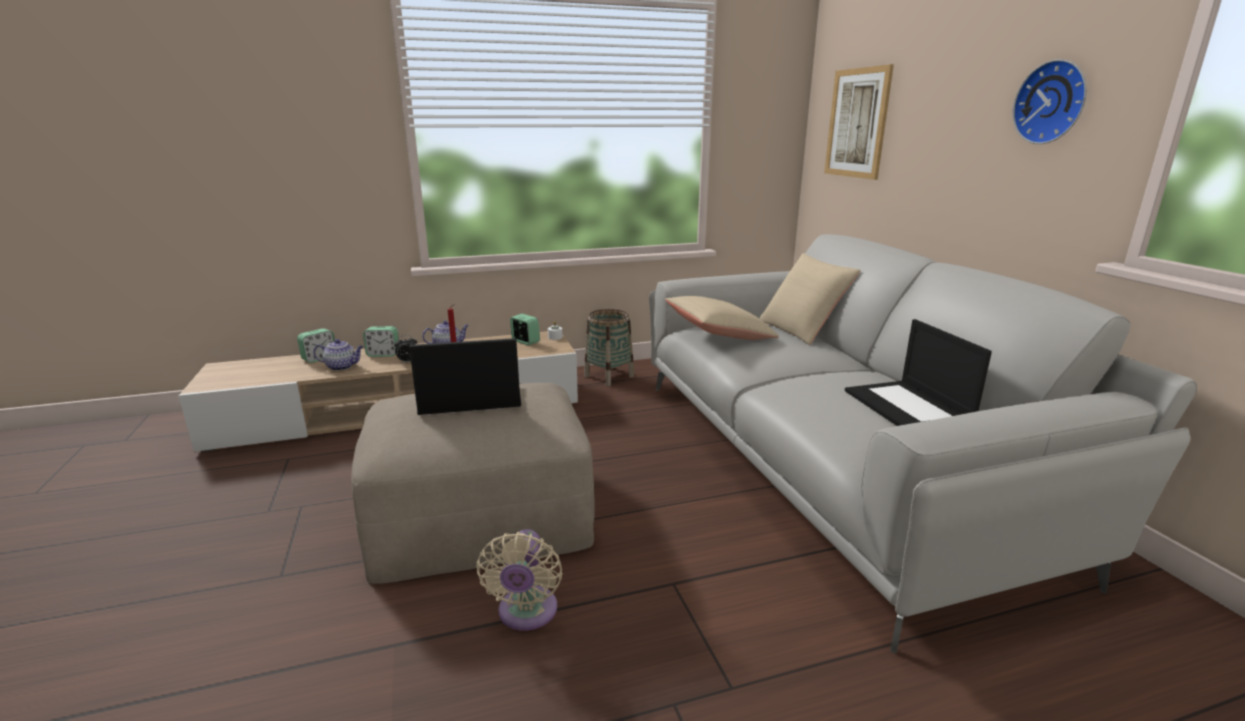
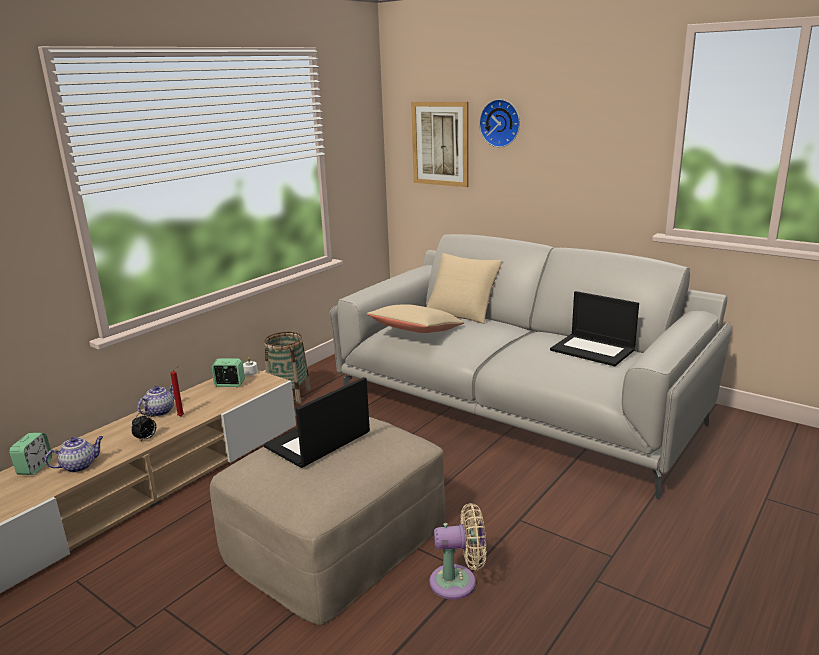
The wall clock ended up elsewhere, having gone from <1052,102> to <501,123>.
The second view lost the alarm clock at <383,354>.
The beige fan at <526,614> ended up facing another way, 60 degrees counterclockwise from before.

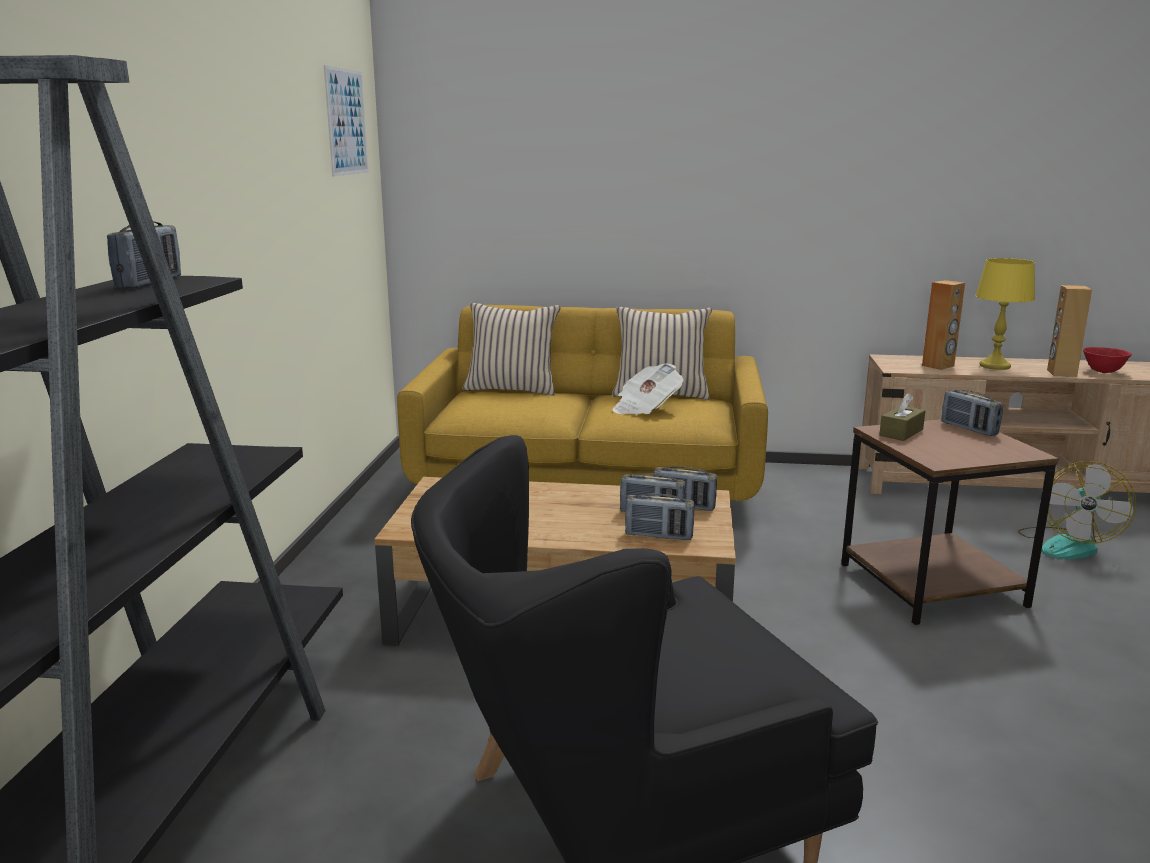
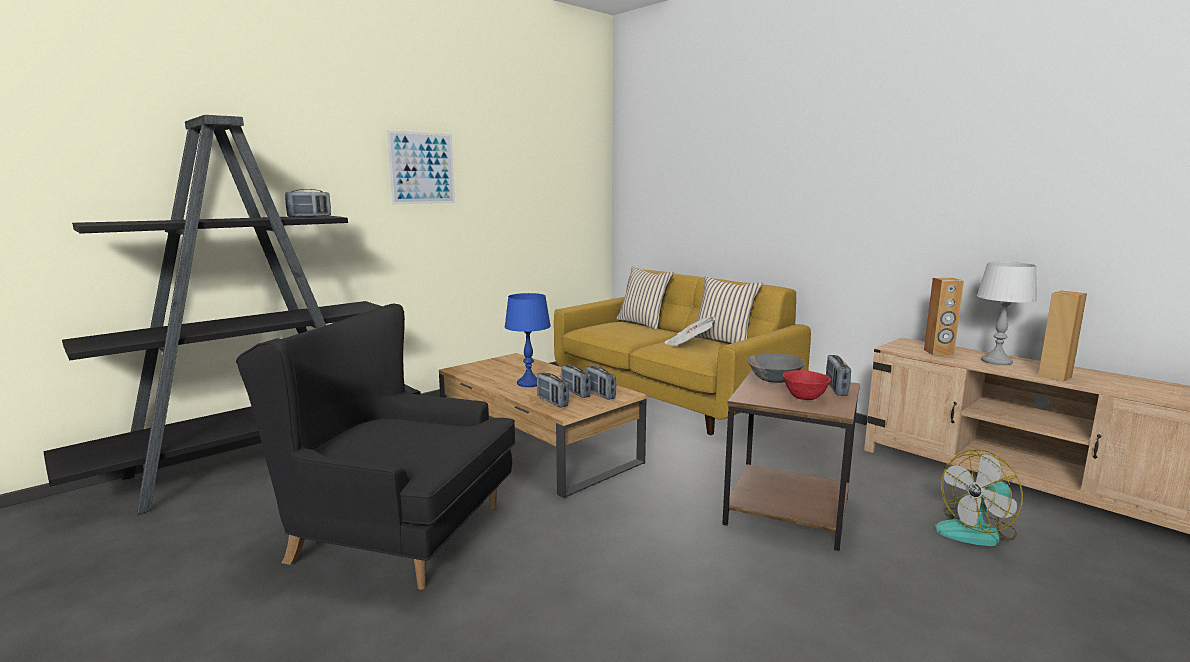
The picture ended up elsewhere, having gone from <346,122> to <422,168>.
What was the yellow table lamp at <995,366> turned into the grey table lamp at <997,361>.
The red bowl ended up elsewhere, having gone from <1102,372> to <804,398>.
Where the brown tissue box stood at <901,432>, the grey bowl came to stand at <774,379>.
The second view gained the blue table lamp at <529,383>.

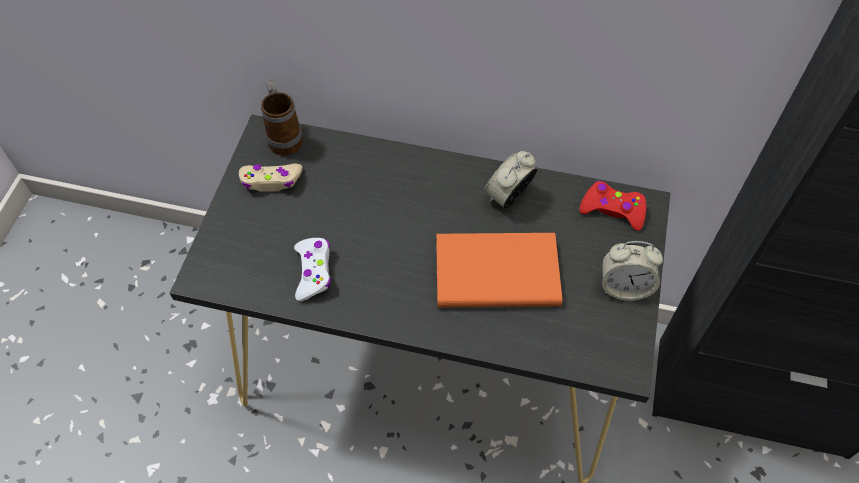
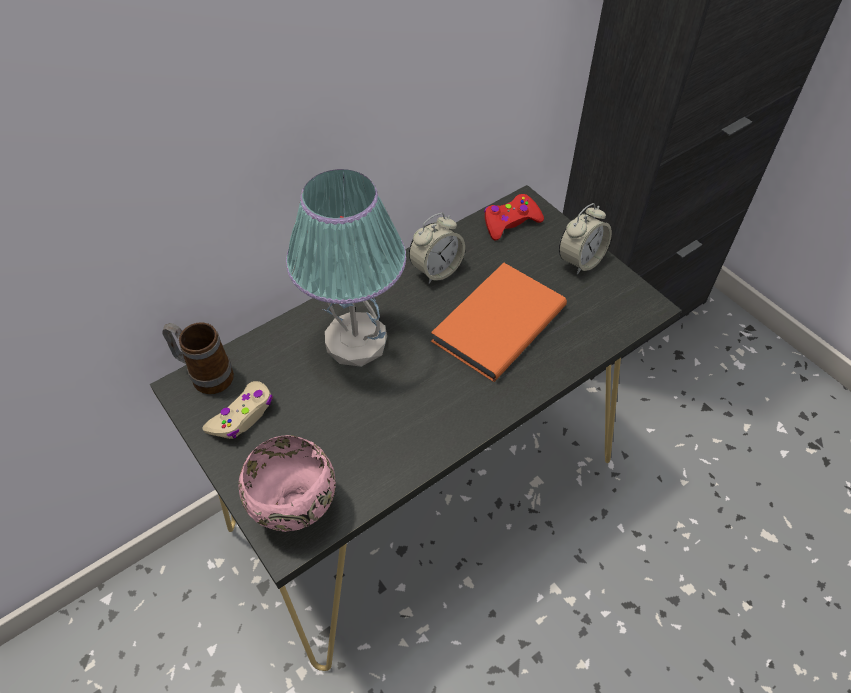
The alarm clock at <508,196> ended up facing another way, 120 degrees counterclockwise from before.
The second view lost the white game controller at <313,271>.
The second view gained the table lamp at <357,341>.
The second view gained the pink bowl at <294,508>.

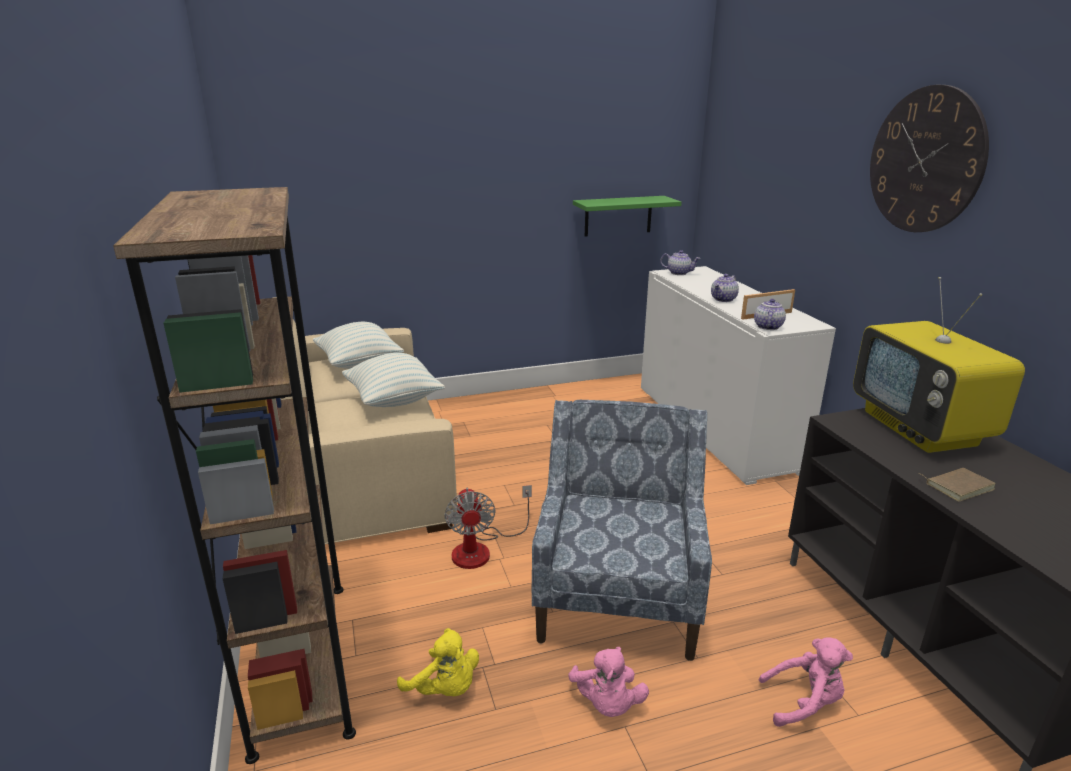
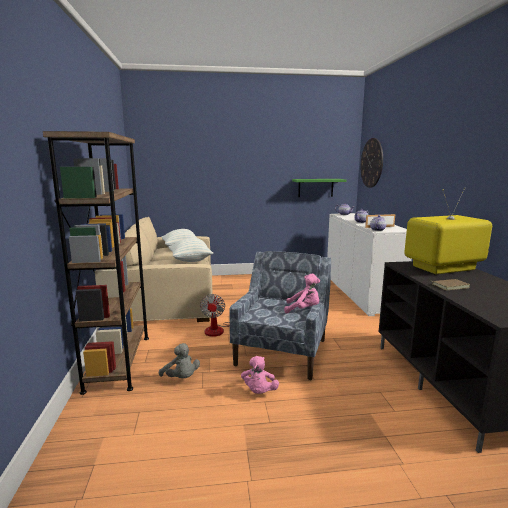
The wall clock ended up elsewhere, having gone from <925,160> to <371,163>.
The television at <921,429> ended up facing another way, 75 degrees clockwise from before.
What was the yellow plush toy at <445,689> turned into the grey plush toy at <181,378>.
The pink plush toy ended up elsewhere, having gone from <804,703> to <303,309>.

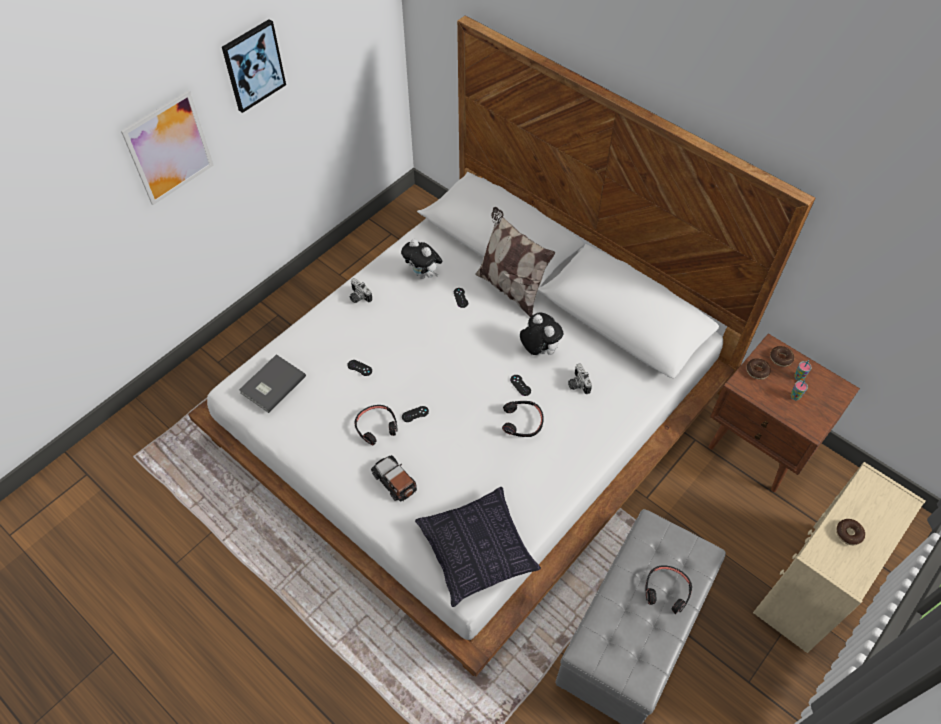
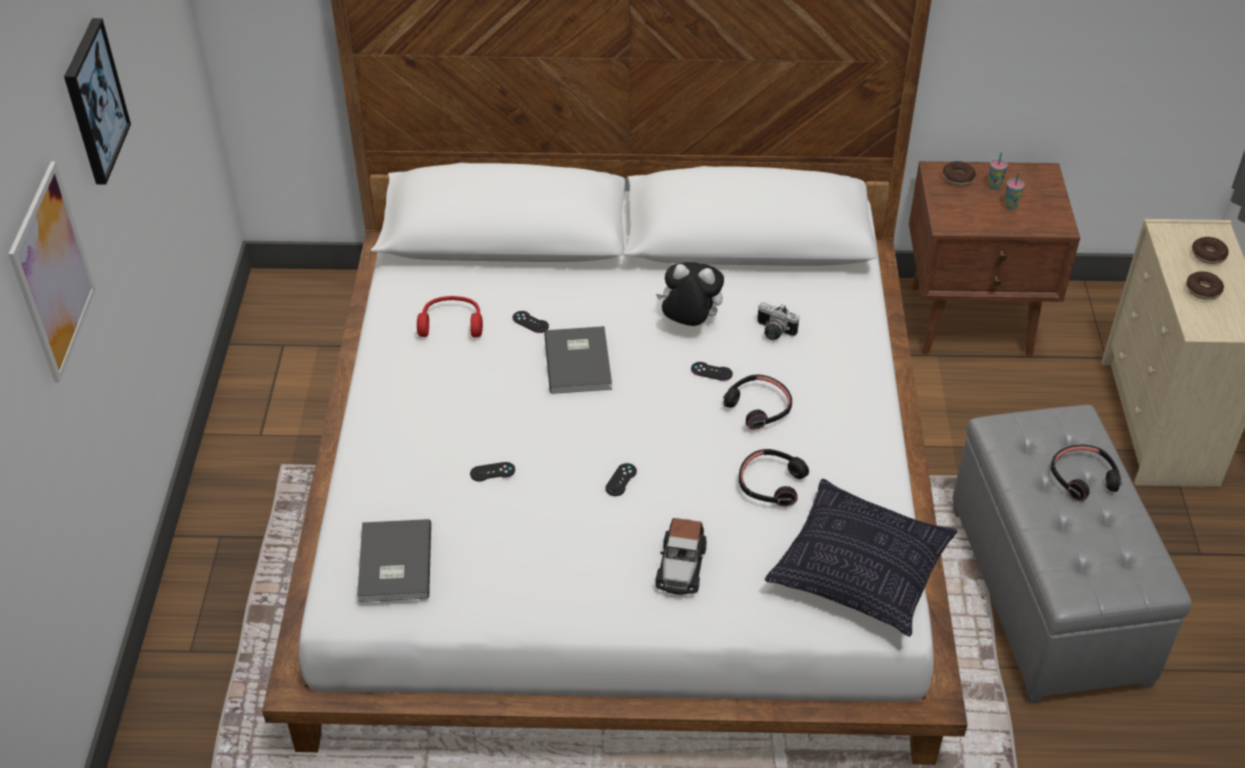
The second view lost the pillow at <510,288>.
Where the plush toy stood at <423,274>, the red headphones came to stand at <451,323>.
The second view lost the photo camera at <358,297>.
The donut ended up elsewhere, having gone from <757,371> to <1208,255>.
The black headphones ended up elsewhere, having gone from <376,427> to <771,483>.
The toy car at <394,481> ended up facing another way, 90 degrees counterclockwise from before.
The second view gained the grey book at <580,361>.

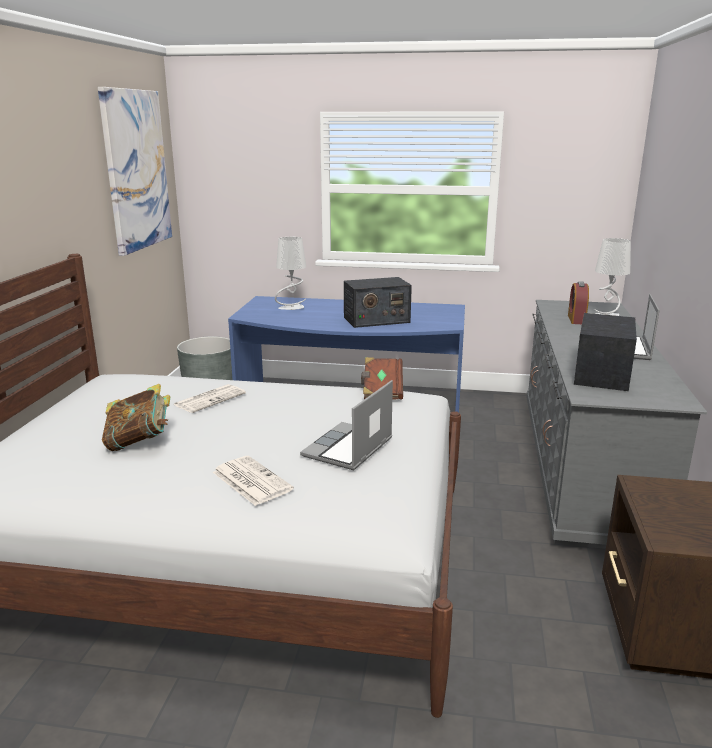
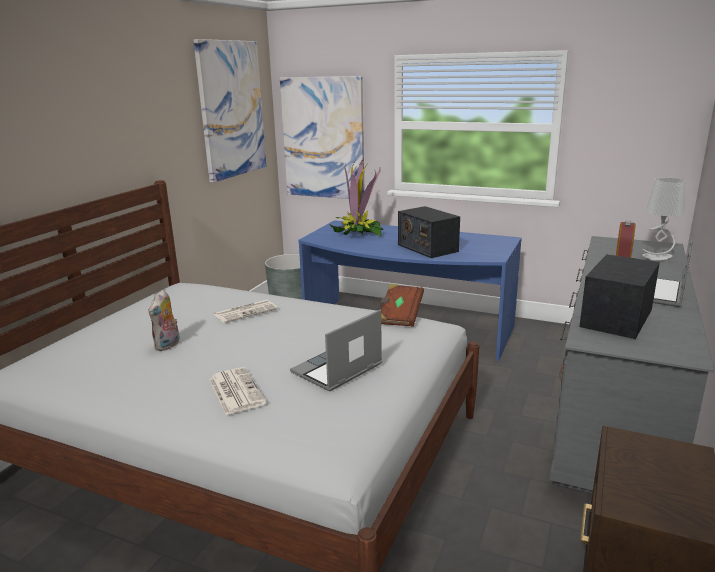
Where the grey table lamp stood at <291,308>, the potted plant came to stand at <358,233>.
The radio at <376,320> ended up facing another way, 60 degrees clockwise from before.
Where the book stood at <140,442>, the plush toy came to stand at <168,345>.
The second view gained the picture at <323,138>.

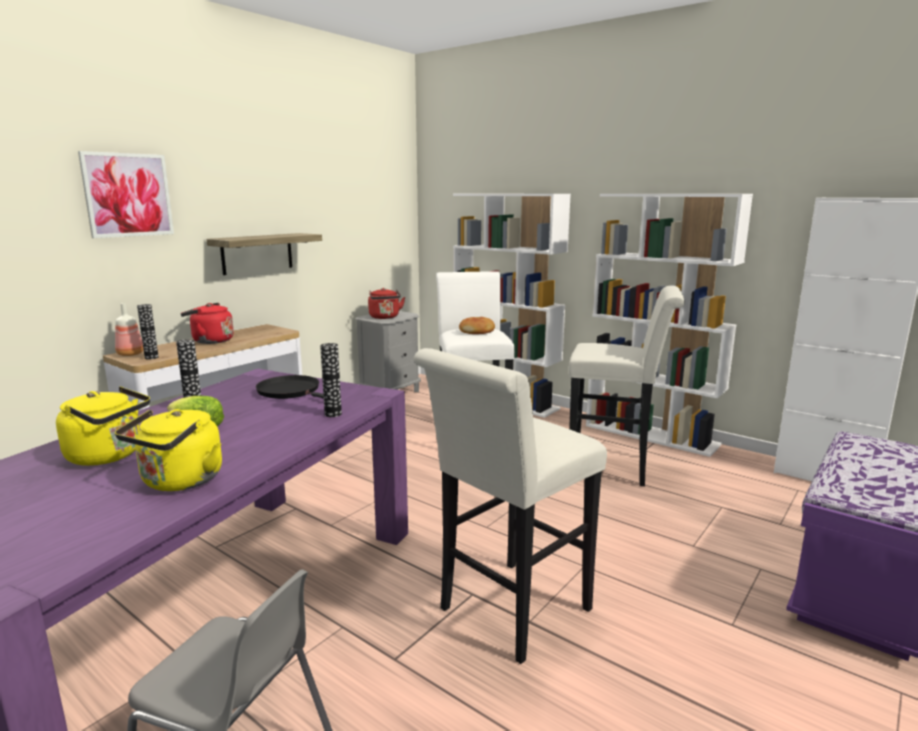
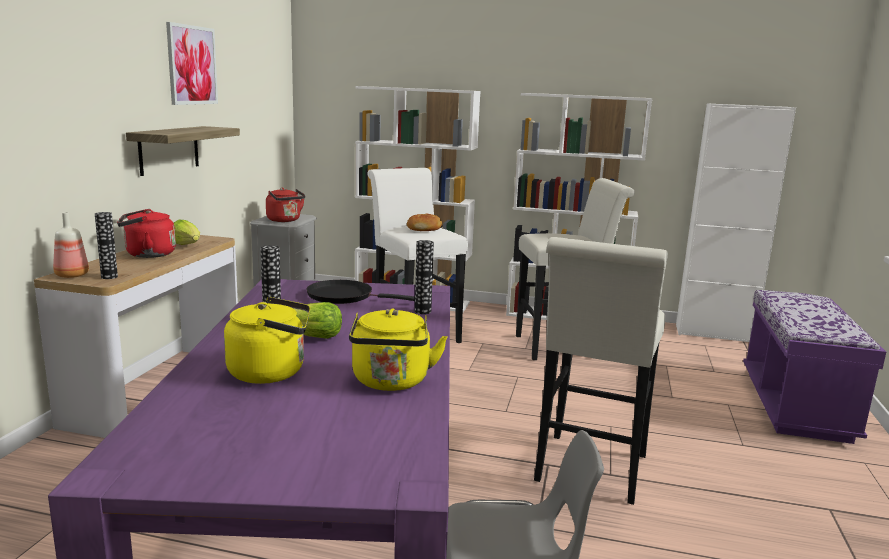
The picture ended up elsewhere, having gone from <128,195> to <192,65>.
The second view gained the lettuce at <187,245>.

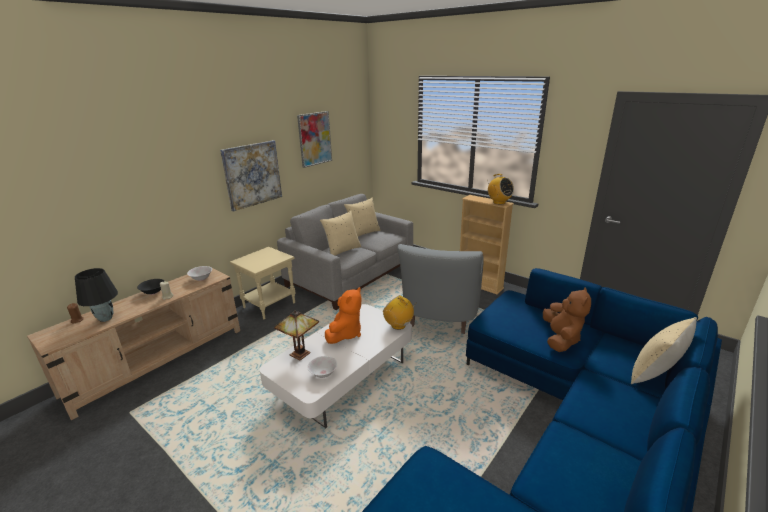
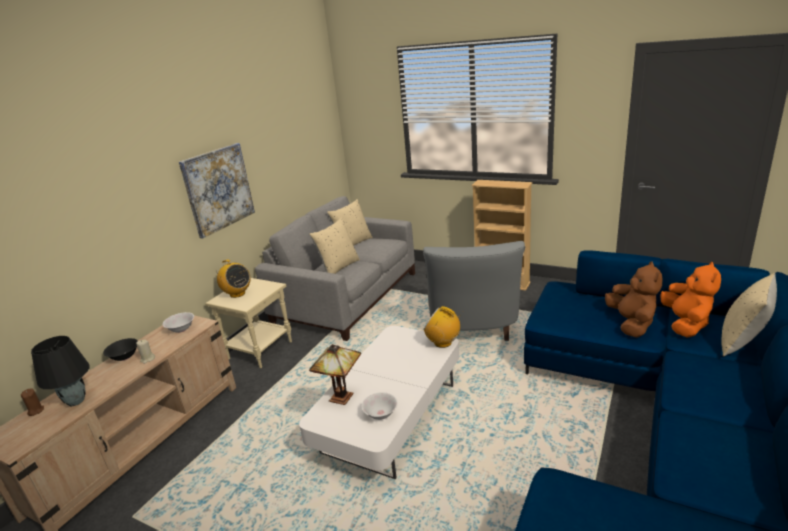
The second view lost the picture at <314,139>.
The radio ended up elsewhere, having gone from <499,202> to <237,294>.
The orange plush toy ended up elsewhere, having gone from <345,334> to <685,324>.

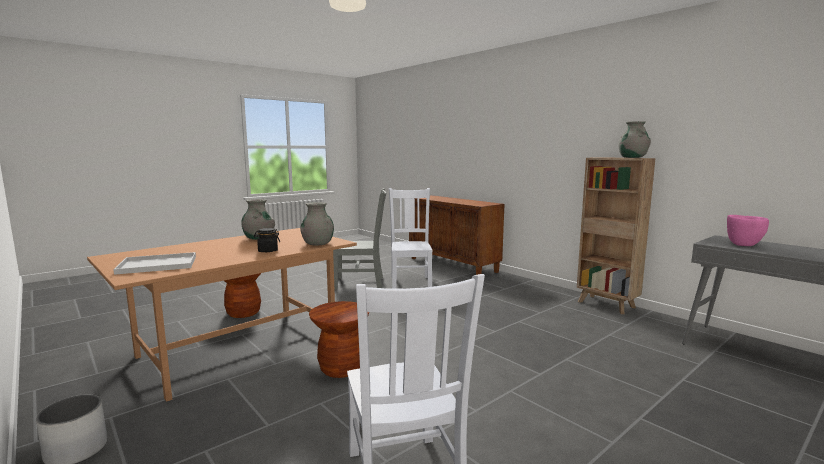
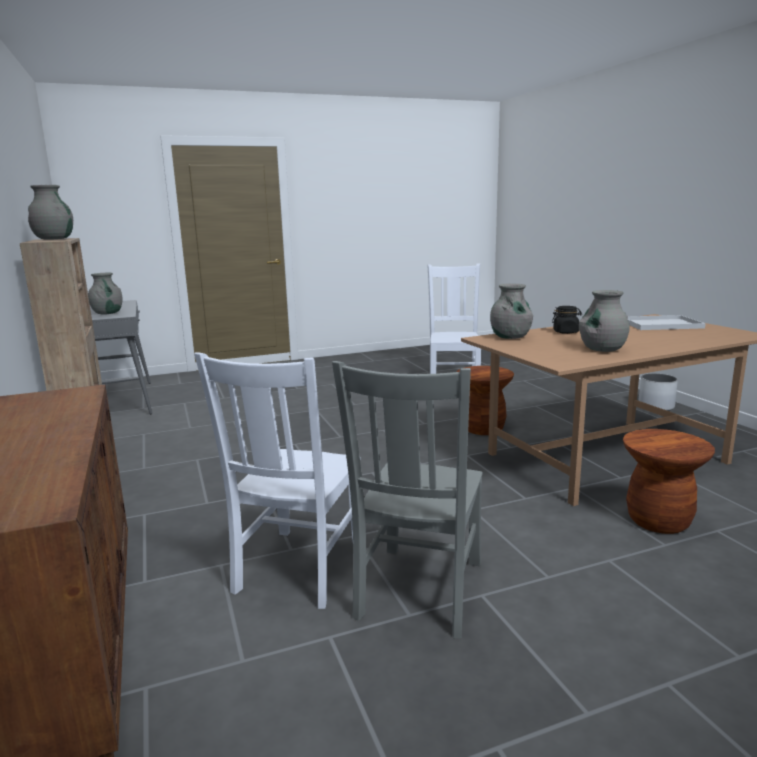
The grey chair at <361,283> ended up facing another way, 90 degrees counterclockwise from before.
Where the pink bowl stood at <743,245>, the grey vase came to stand at <107,313>.

